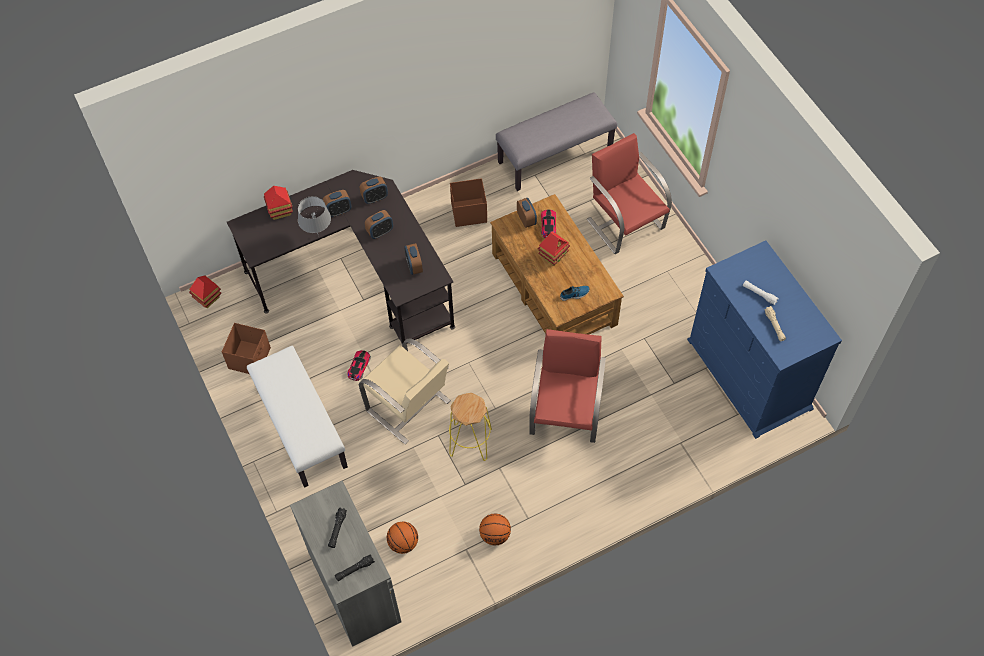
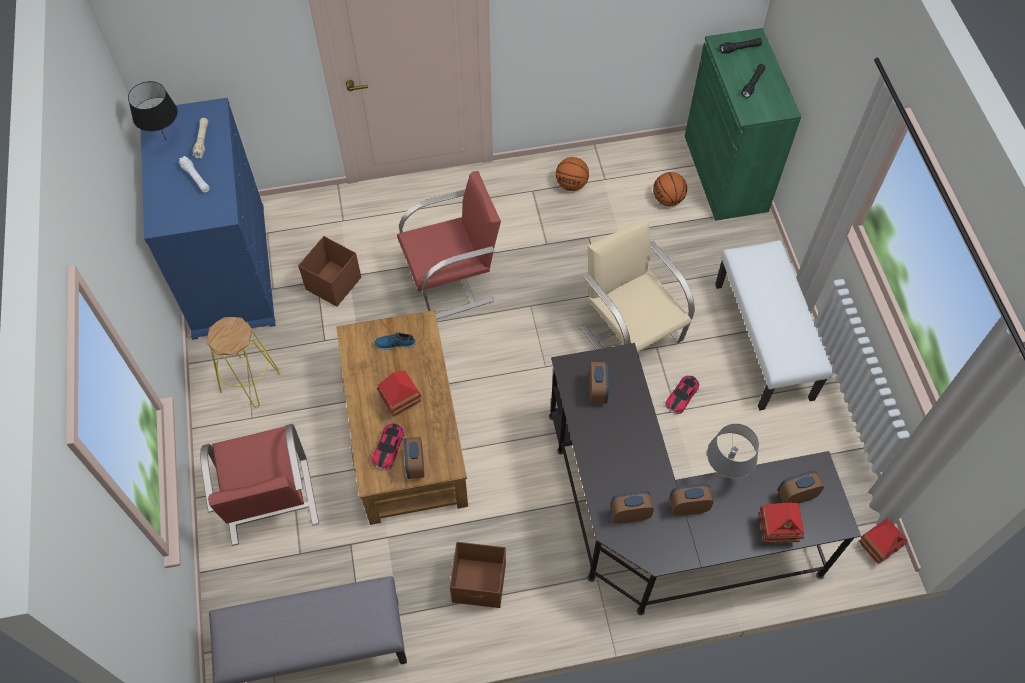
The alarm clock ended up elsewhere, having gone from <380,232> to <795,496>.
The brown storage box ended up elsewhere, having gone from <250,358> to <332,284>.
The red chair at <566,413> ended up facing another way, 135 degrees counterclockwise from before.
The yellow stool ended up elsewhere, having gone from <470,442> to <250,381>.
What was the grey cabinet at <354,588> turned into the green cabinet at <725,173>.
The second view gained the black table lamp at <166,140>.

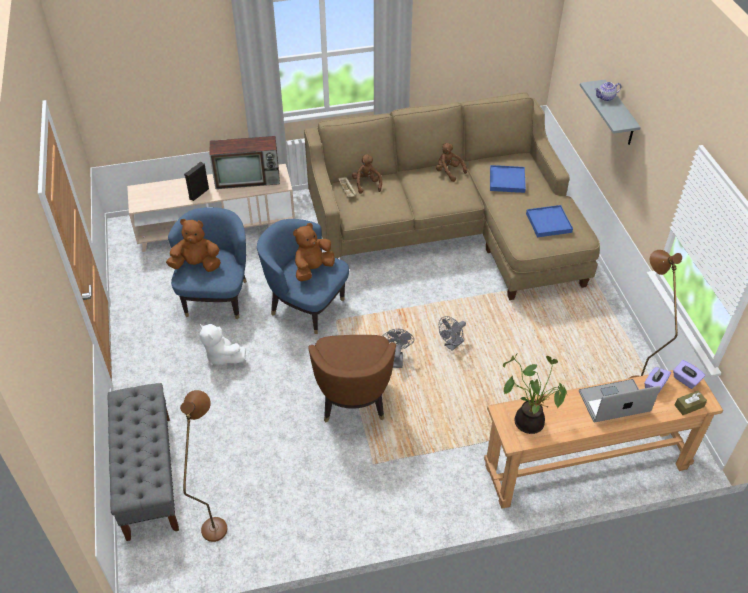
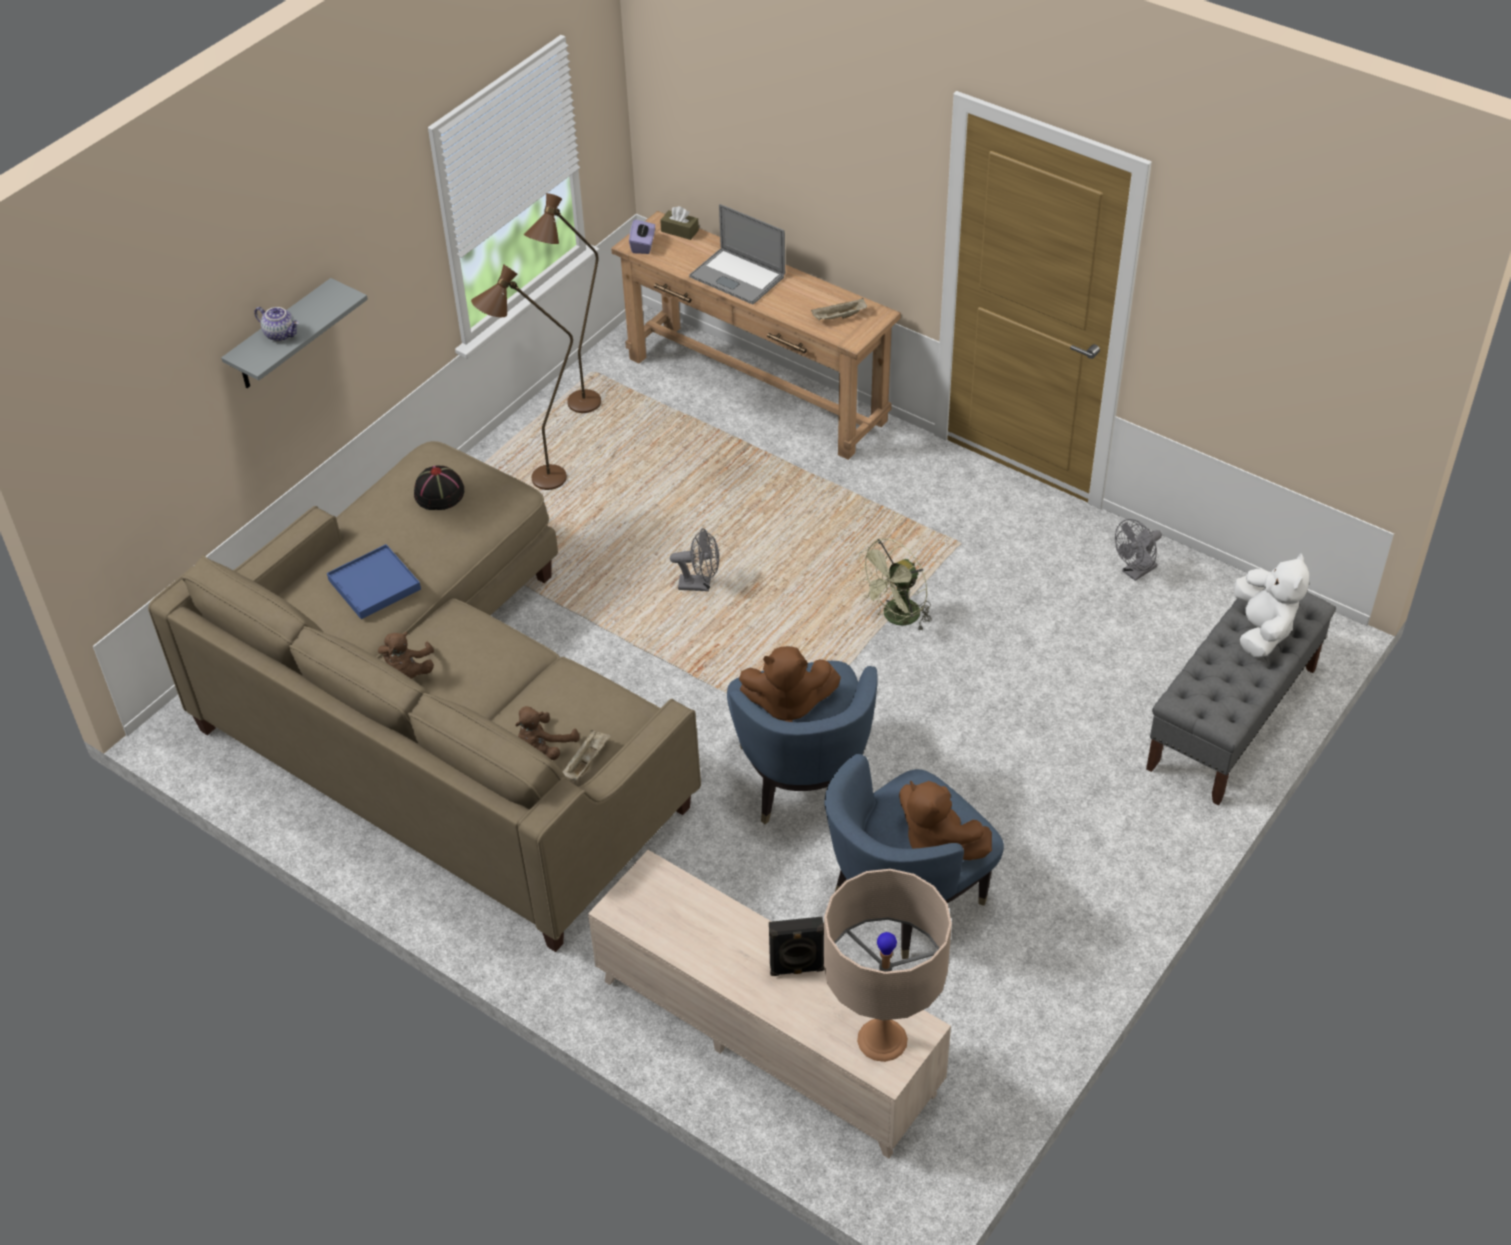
The second view lost the television at <248,179>.
Where the blue tray stood at <548,223>, the black hat came to stand at <439,494>.
The white plush toy ended up elsewhere, having gone from <222,356> to <1262,630>.
The grey fan ended up elsewhere, having gone from <396,358> to <1135,572>.
Where the brown armchair stood at <353,399>, the green fan came to stand at <896,618>.
Where the potted plant stood at <529,420>, the beige tray came to stand at <839,317>.
The second view lost the purple tissue box at <654,385>.
The brown floor lamp ended up elsewhere, having gone from <216,521> to <537,484>.
The second view gained the beige table lamp at <882,1039>.

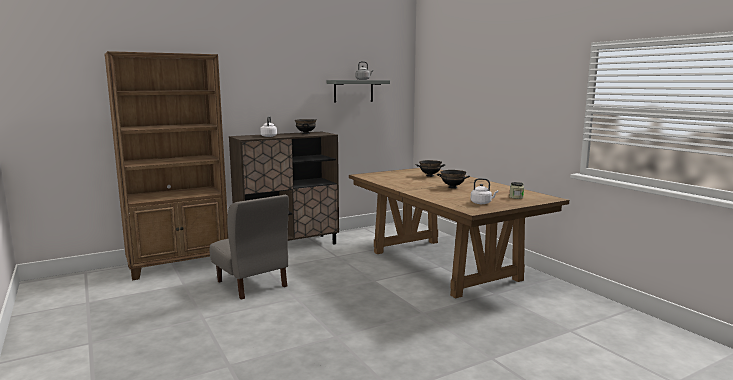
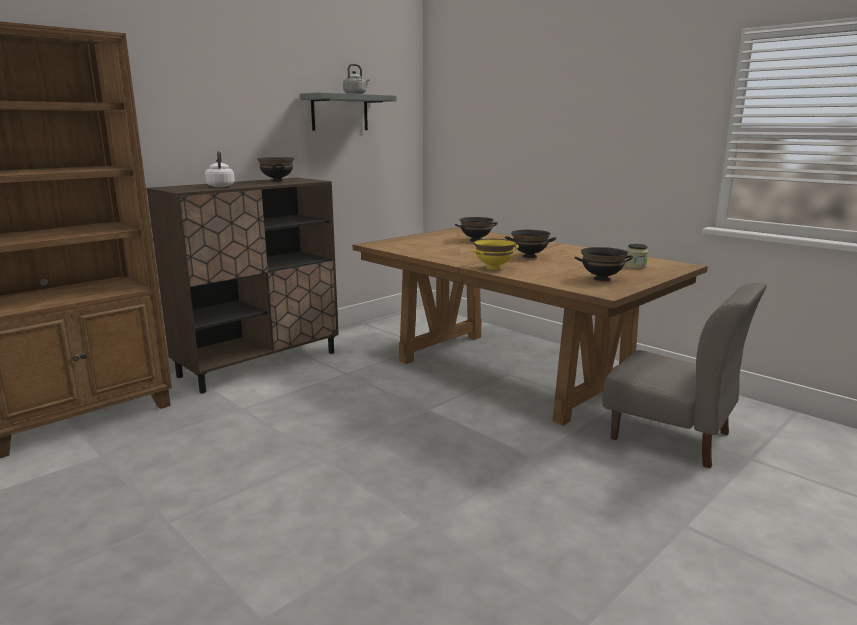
Where the white kettle stood at <482,203>, the black bowl came to stand at <601,279>.
The grey chair ended up elsewhere, having gone from <252,284> to <671,436>.
The second view gained the yellow bowl at <493,268>.

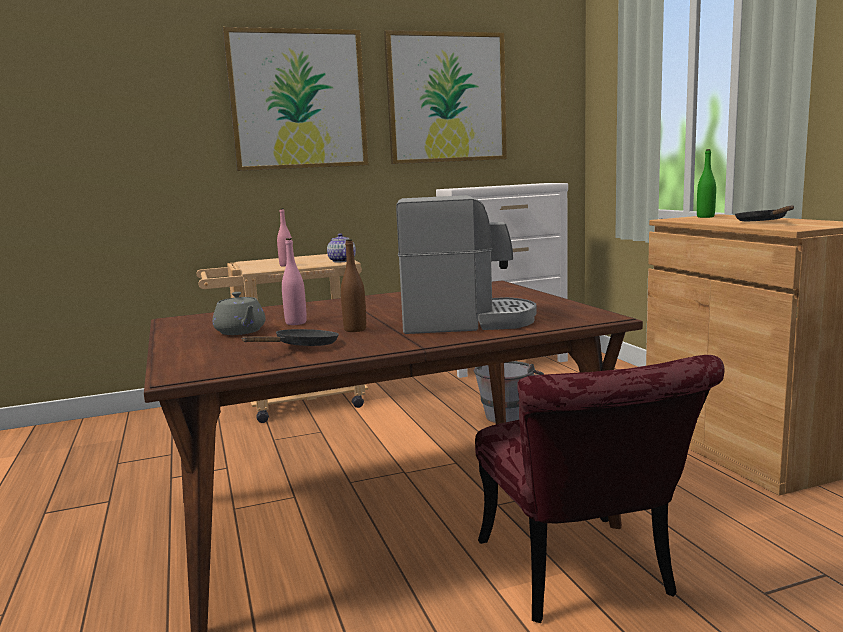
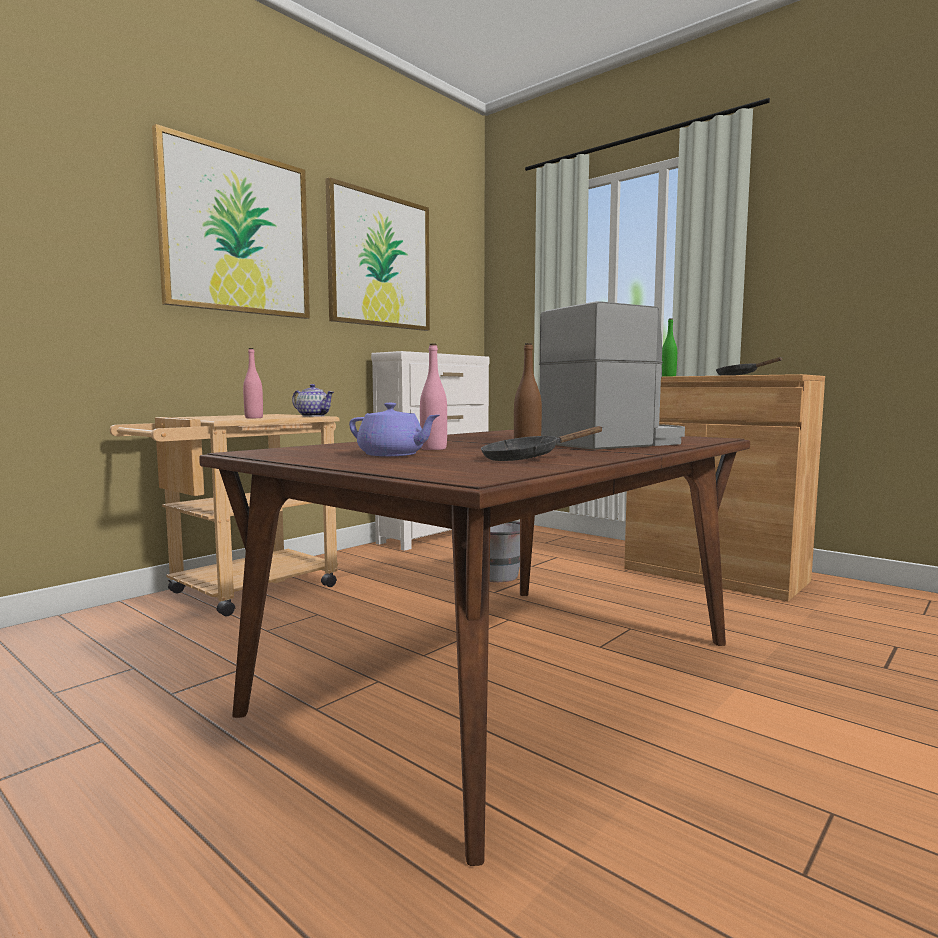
What was the grey teapot at <240,332> turned into the purple teapot at <392,455>.
The black frying pan at <302,347> ended up facing another way, 120 degrees counterclockwise from before.
The second view lost the red chair at <582,578>.

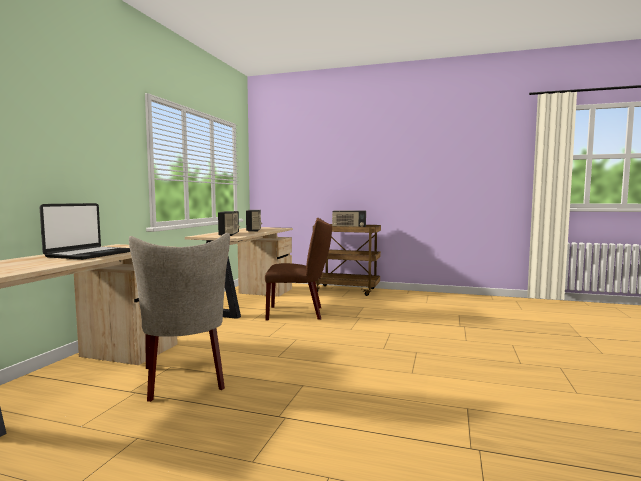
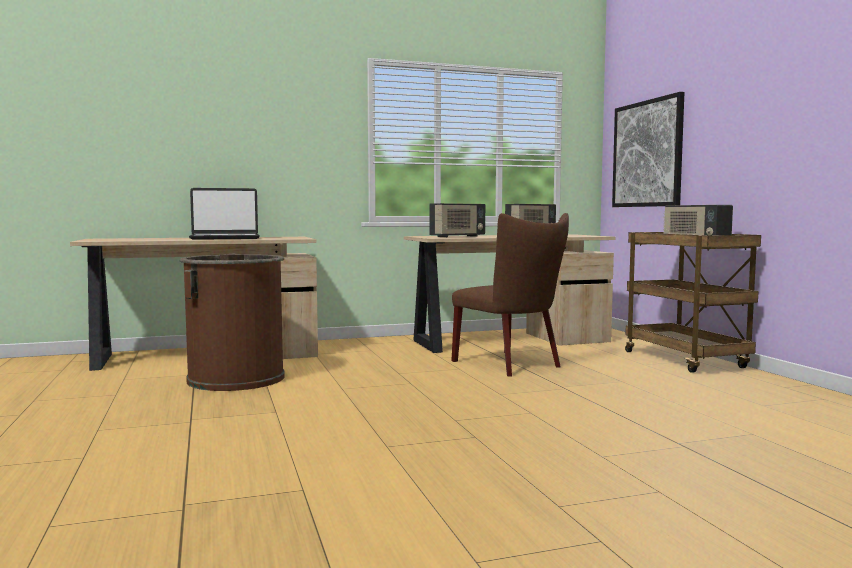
Where the beige chair stood at <185,380>, the brown trash can came to stand at <236,378>.
The second view gained the picture at <647,154>.

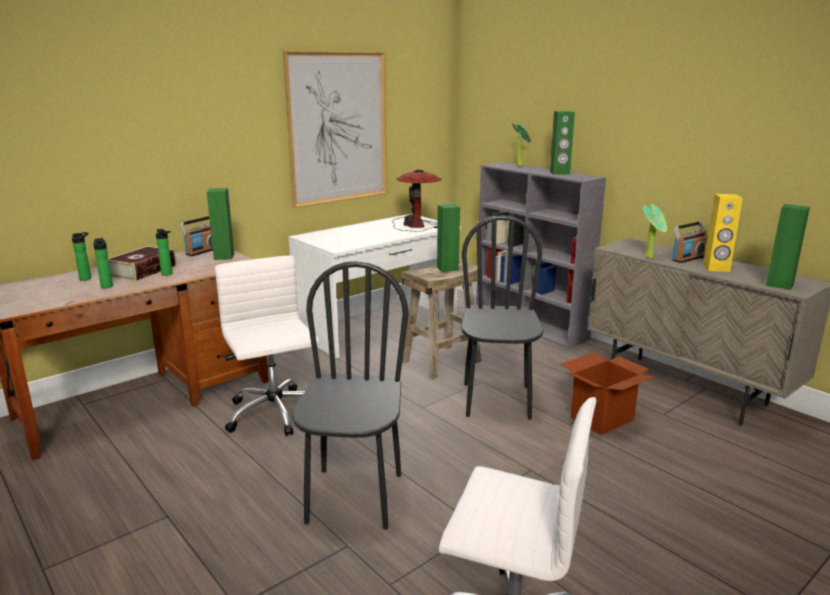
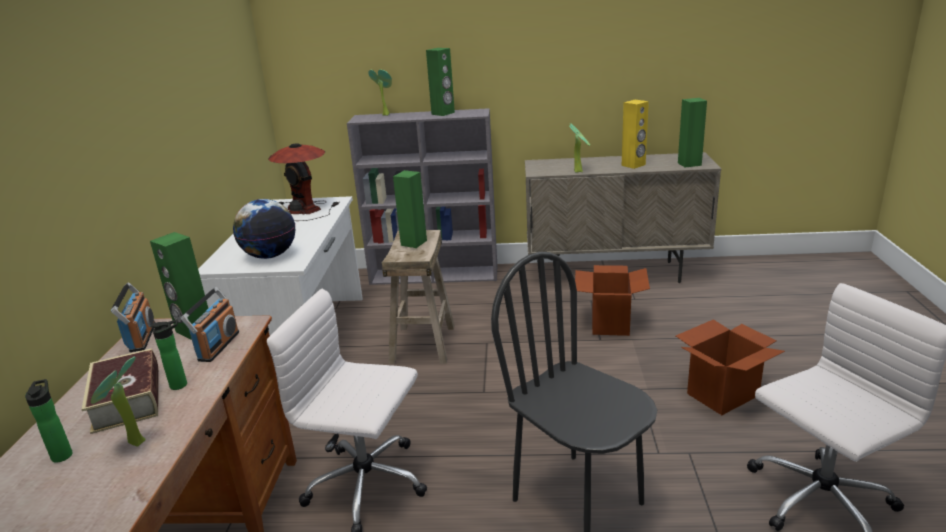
The second view lost the picture at <338,128>.
The second view lost the black chair at <497,401>.
The radio ended up elsewhere, having gone from <687,258> to <218,346>.
Where the bottle stood at <106,286>, the potted plant came to stand at <132,444>.
The second view gained the globe at <270,255>.
The second view gained the cardboard box at <723,394>.

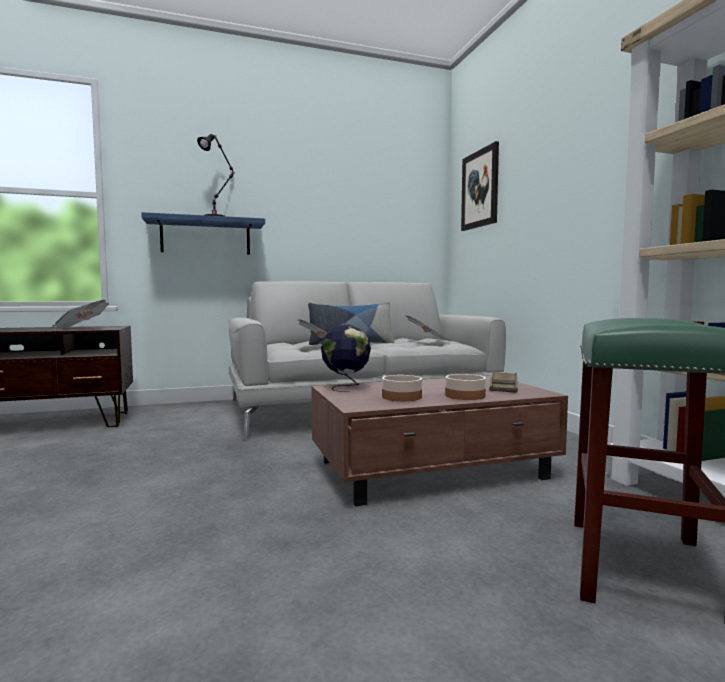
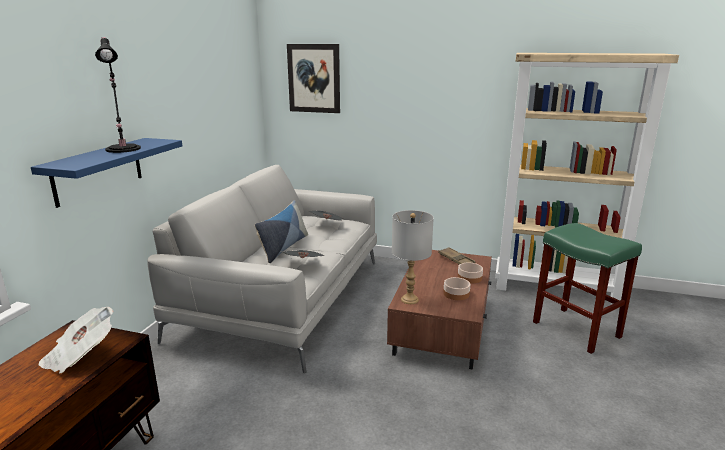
Where the globe stood at <346,387>, the grey table lamp came to stand at <409,300>.

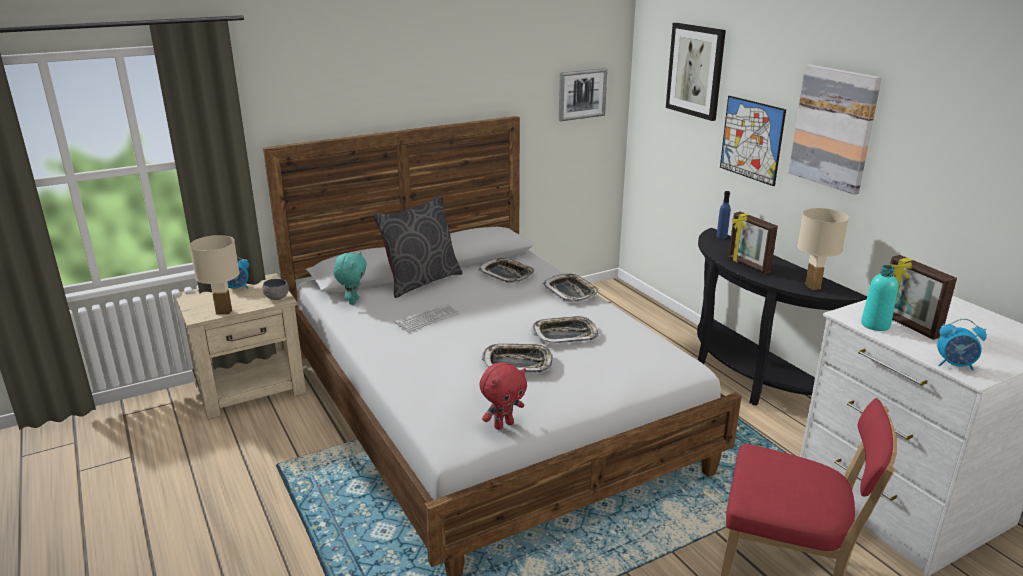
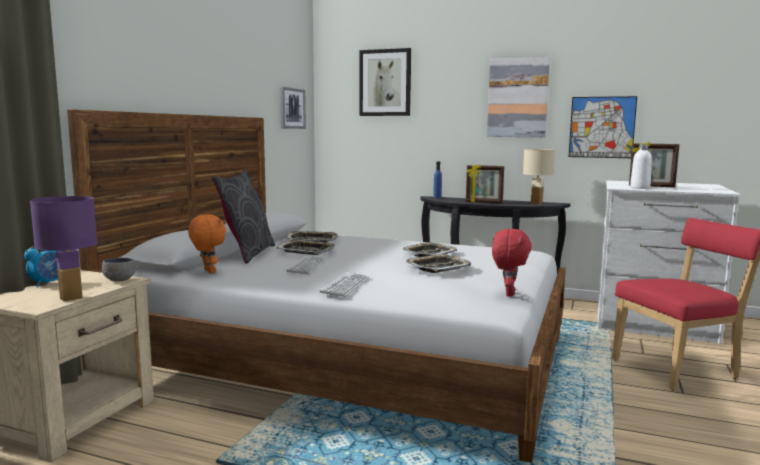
The picture ended up elsewhere, having gone from <751,140> to <602,127>.
What was the beige table lamp at <223,312> turned into the purple table lamp at <70,298>.
What was the turquoise plush toy at <353,301> turned into the orange plush toy at <208,271>.
What was the turquoise bottle at <875,325> turned into the white bottle at <640,188>.
The tray ended up elsewhere, having gone from <571,292> to <306,251>.
The second view lost the alarm clock at <955,365>.
The second view gained the keyboard at <345,285>.

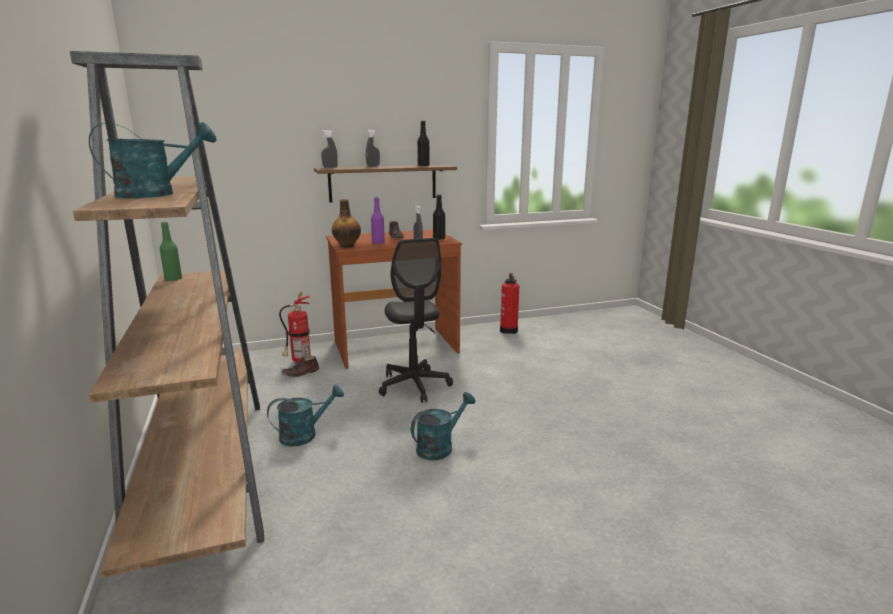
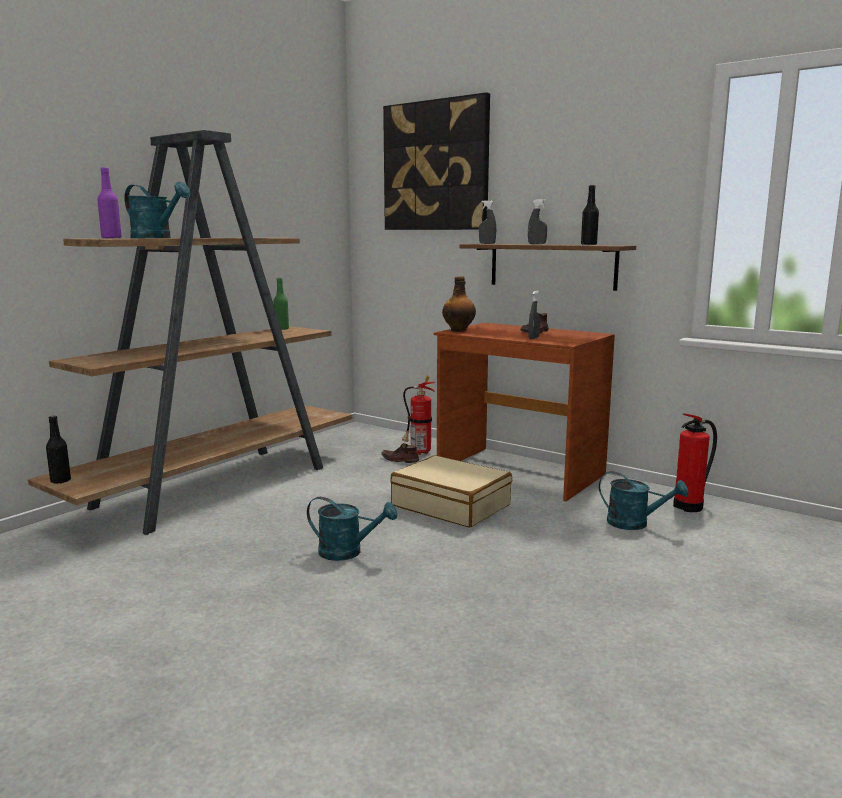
The black bottle ended up elsewhere, having gone from <439,238> to <60,481>.
The purple bottle ended up elsewhere, having gone from <378,243> to <111,238>.
Where the black office chair stood at <414,385>, the beige suitcase came to stand at <451,505>.
The turquoise watering can ended up elsewhere, having gone from <305,435> to <635,523>.
The second view gained the picture at <436,166>.

